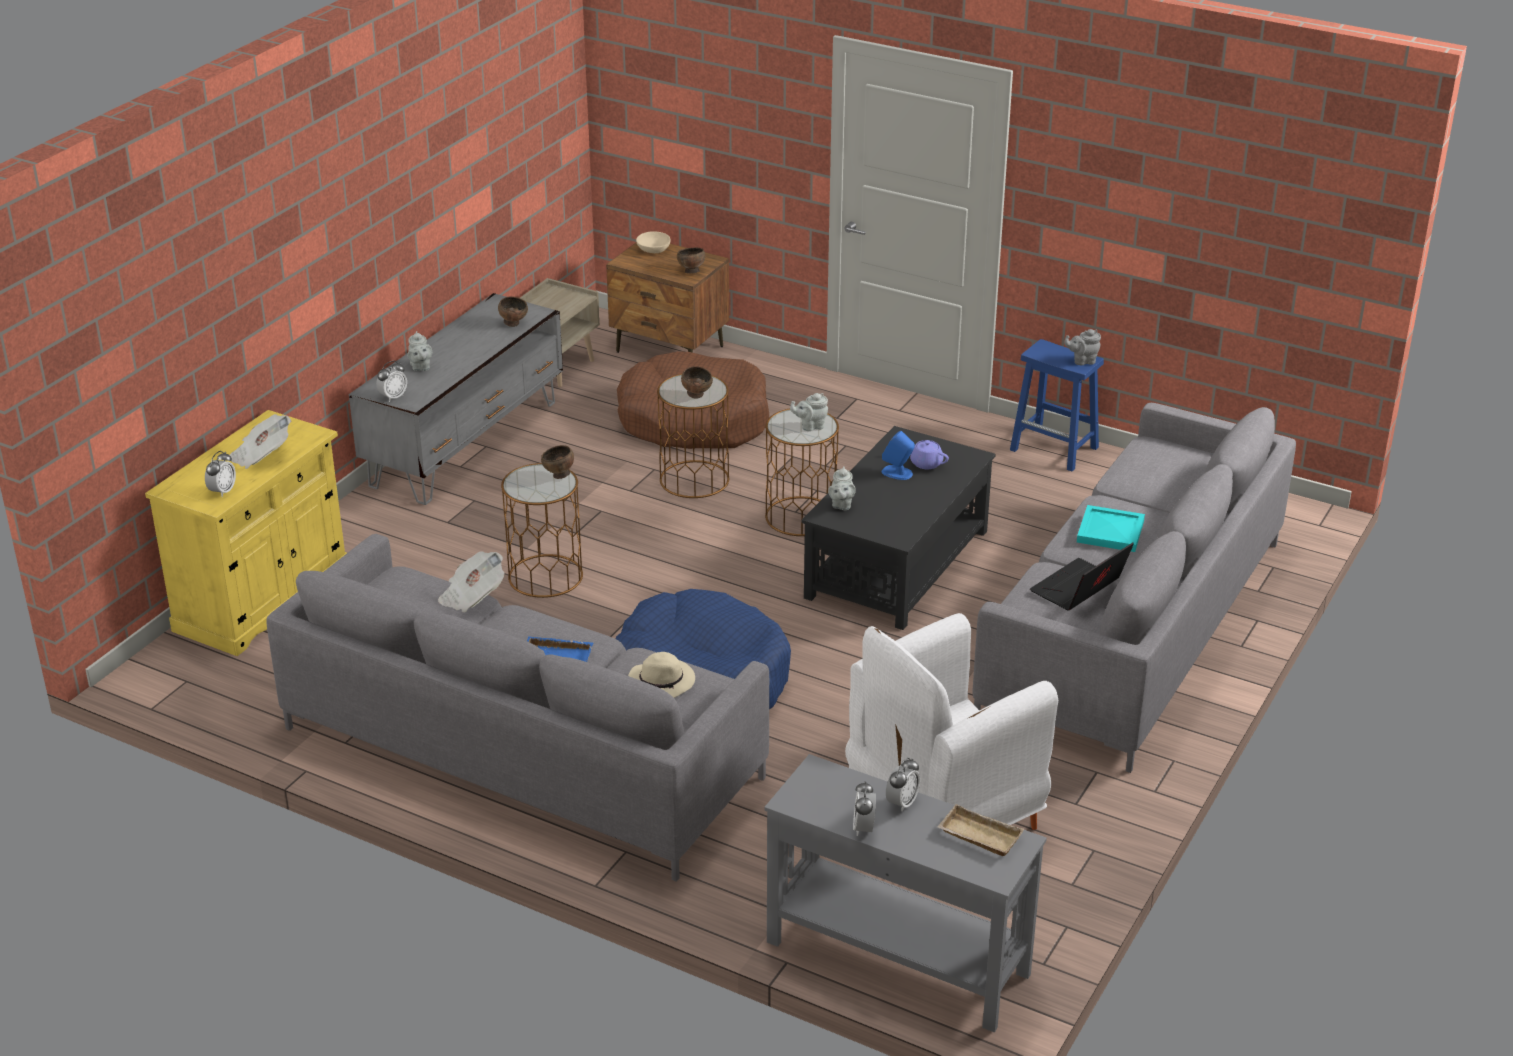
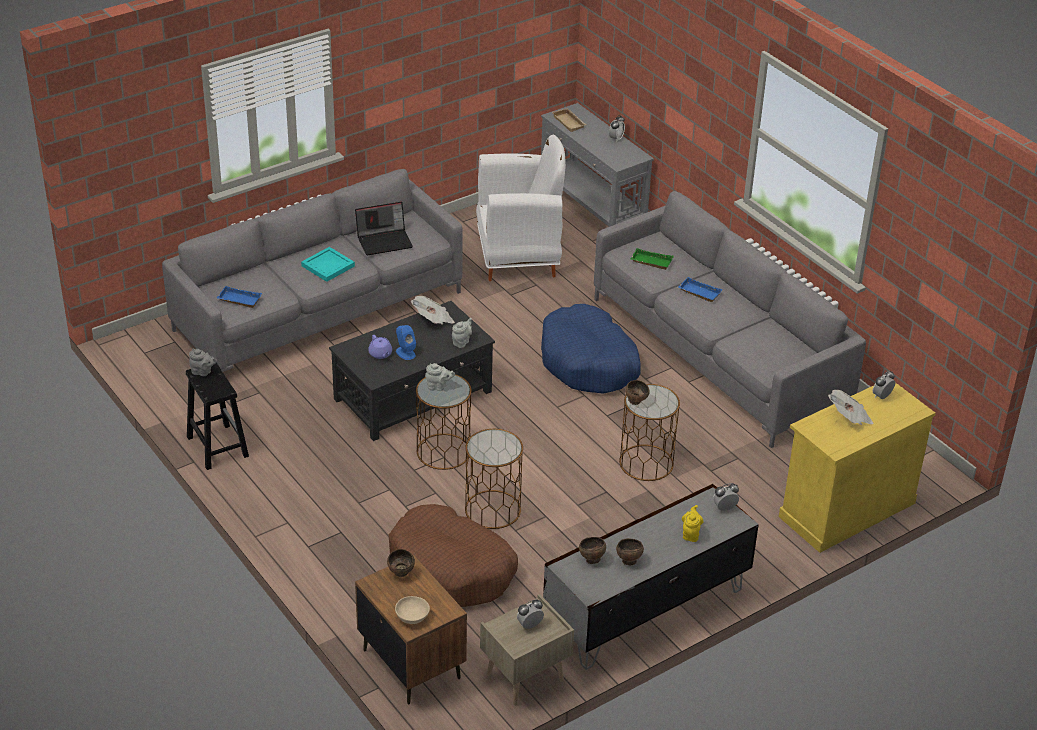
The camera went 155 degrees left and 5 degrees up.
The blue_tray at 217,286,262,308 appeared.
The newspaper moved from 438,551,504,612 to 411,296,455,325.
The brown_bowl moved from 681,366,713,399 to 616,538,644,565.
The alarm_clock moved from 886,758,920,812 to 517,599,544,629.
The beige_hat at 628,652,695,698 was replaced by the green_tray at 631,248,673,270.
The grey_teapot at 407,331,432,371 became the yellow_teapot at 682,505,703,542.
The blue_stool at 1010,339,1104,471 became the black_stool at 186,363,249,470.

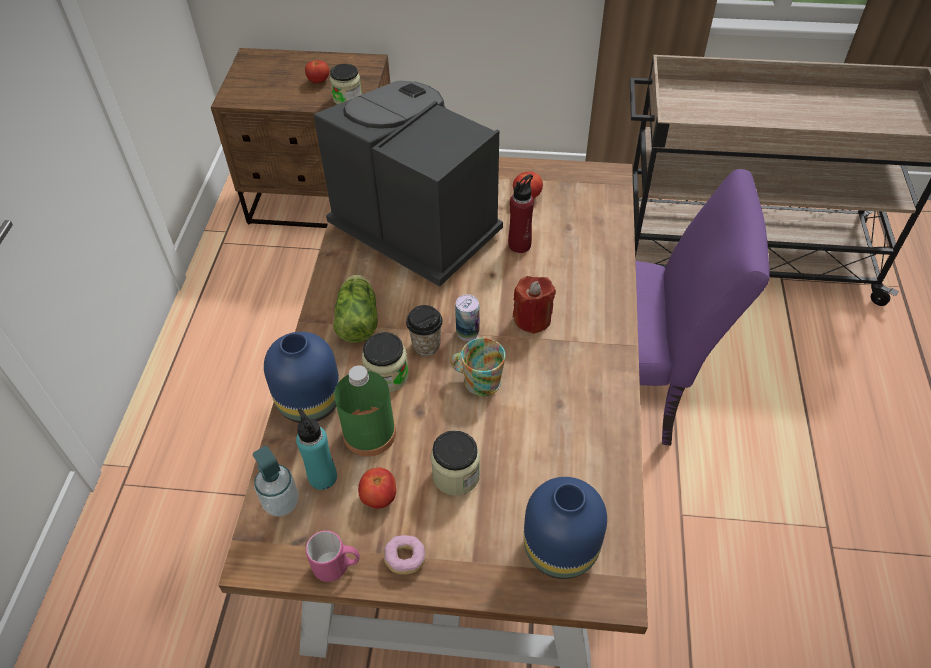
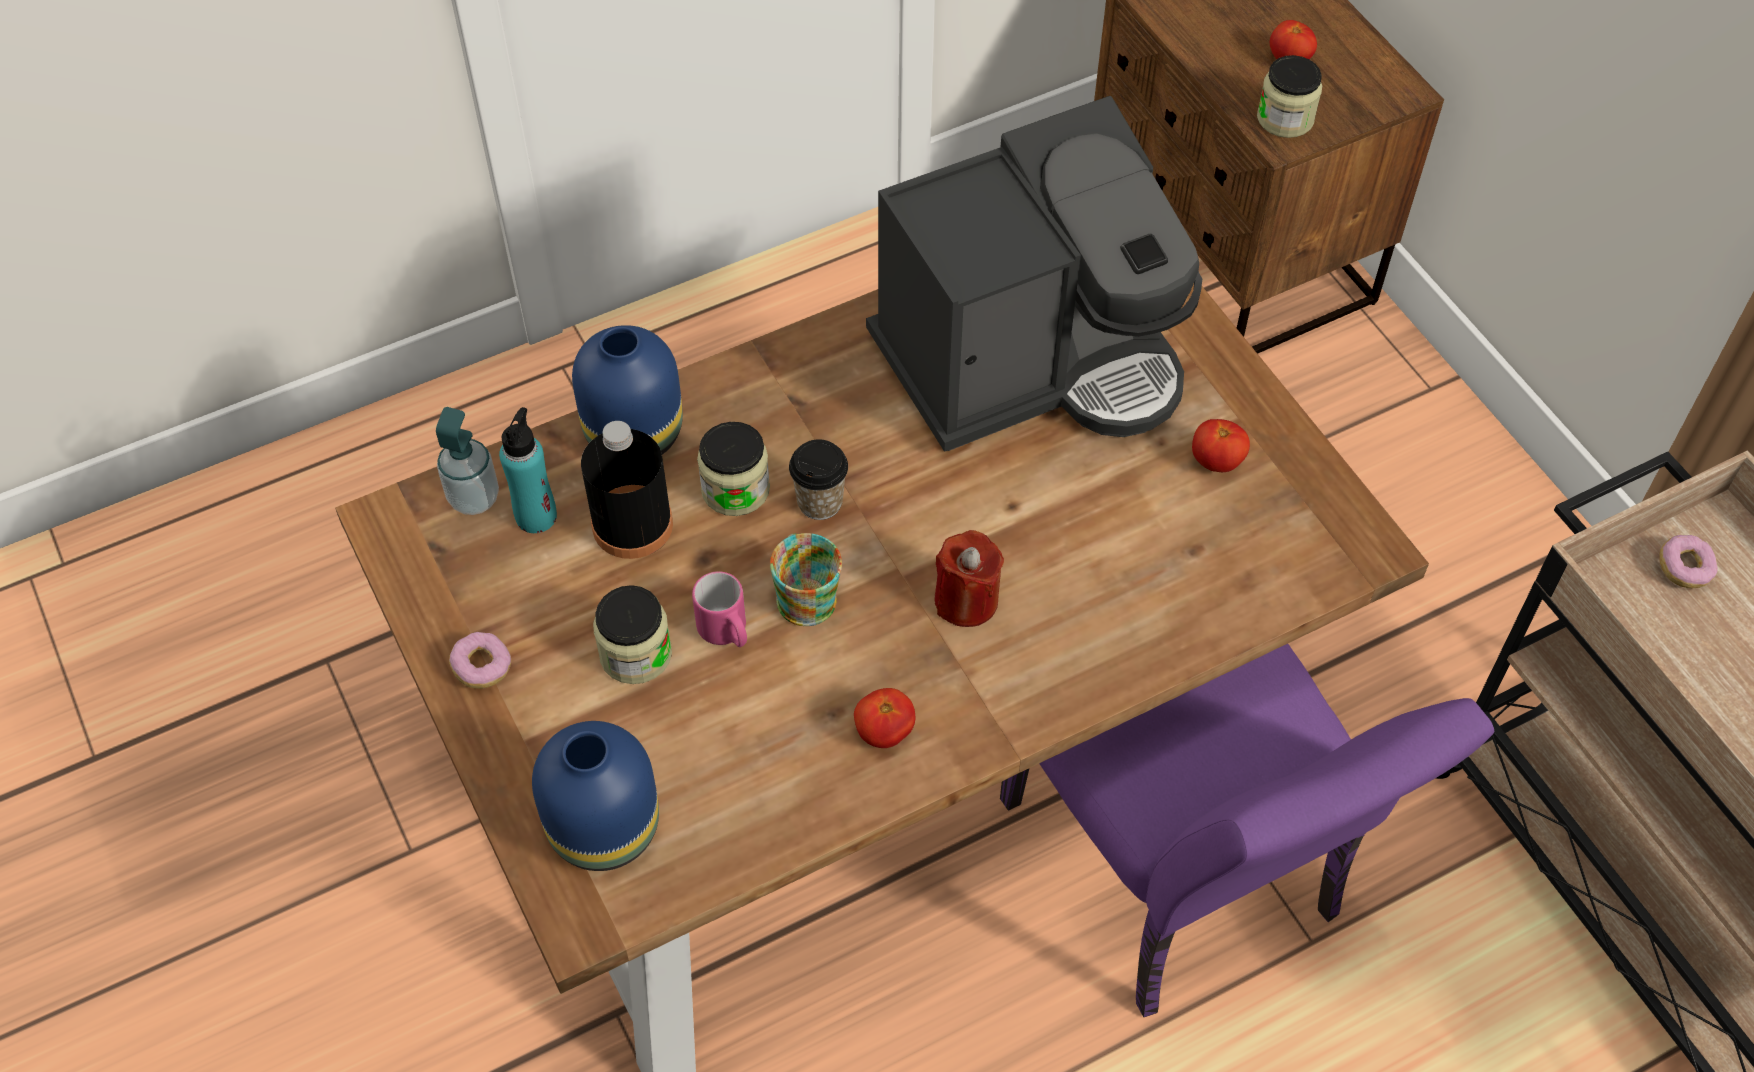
The camera went 55 degrees right and 5 degrees up.
The lettuce at 333,274,378,343 disappeared.
The can at 455,295,479,341 disappeared.
The red_bottle at 508,174,534,253 disappeared.
The donut at 1659,535,1718,588 appeared.
The pink_mug moved from 306,530,360,582 to 692,571,747,647.
The tomato moved from 358,468,396,509 to 854,688,915,748.
The green_bottle at 334,365,396,457 became the black_bottle at 581,421,673,559.
The coffee_machine at 314,81,503,287 turned 60 degrees clockwise.

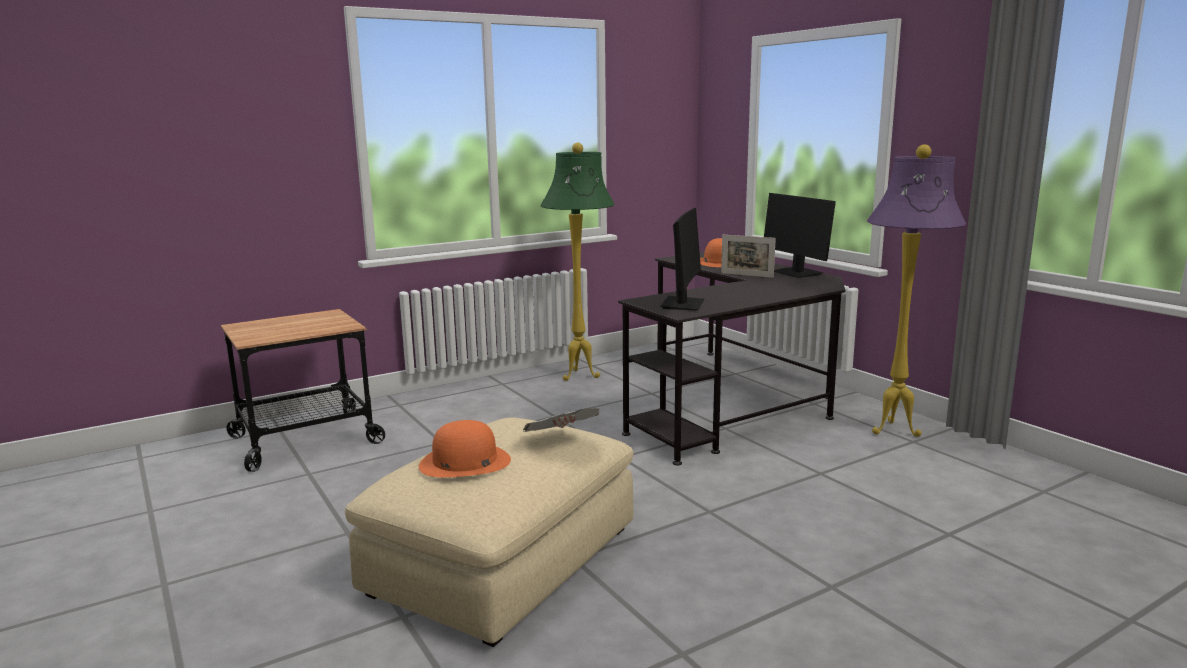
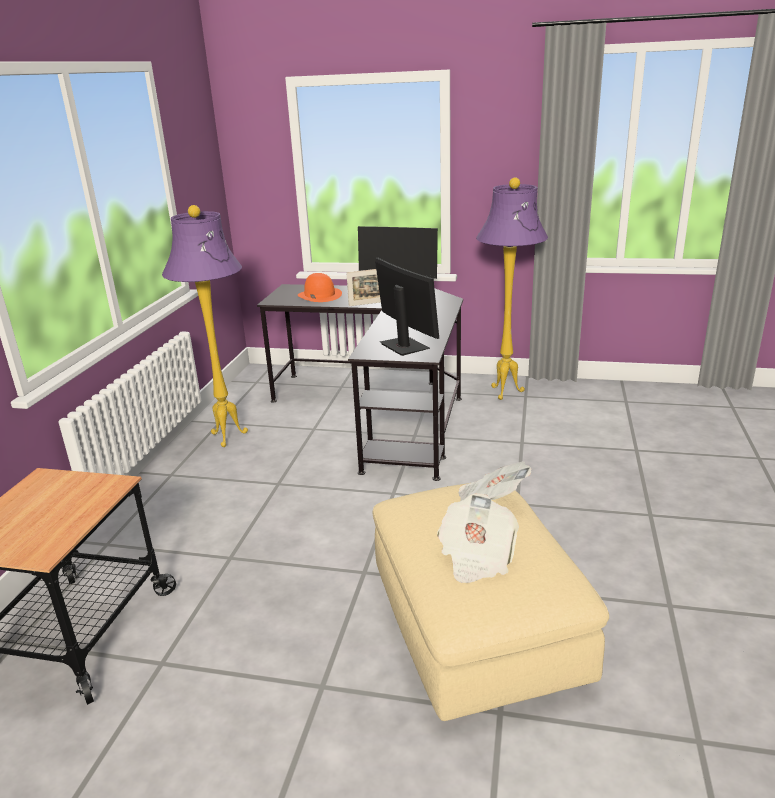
The camera went 45 degrees left and 10 degrees up.
The orange_hat at 419,420,511,478 was replaced by the newspaper at 437,493,519,583.
The green_floor_lamp at 540,142,615,381 became the purple_floor_lamp at 162,205,248,447.

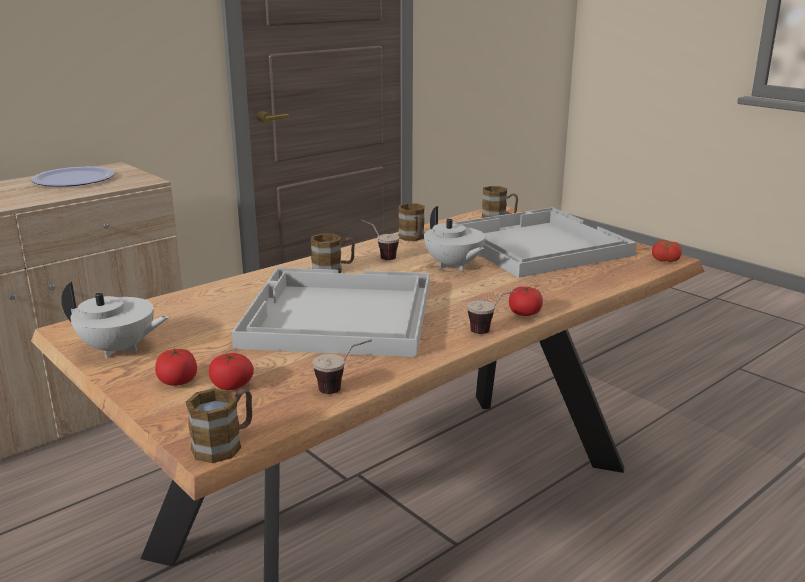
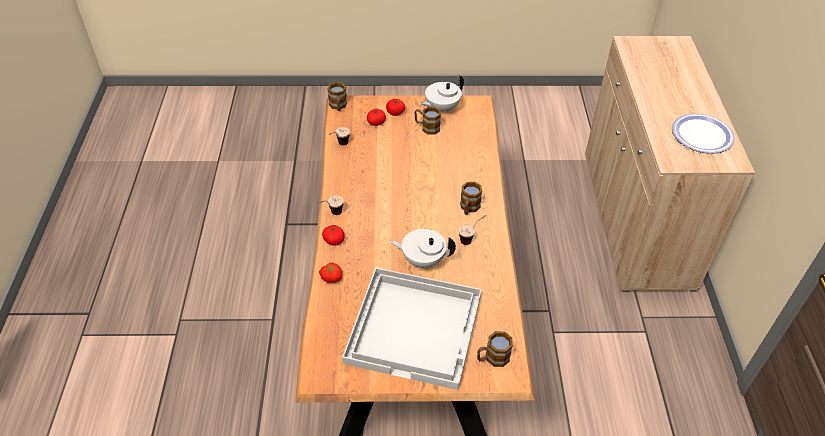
The camera went 130 degrees right and 25 degrees up.
The white_tray at 232,268,430,357 disappeared.
The mug moved from 398,203,425,241 to 415,107,441,135.
The tomato moved from 652,240,682,262 to 319,262,342,283.

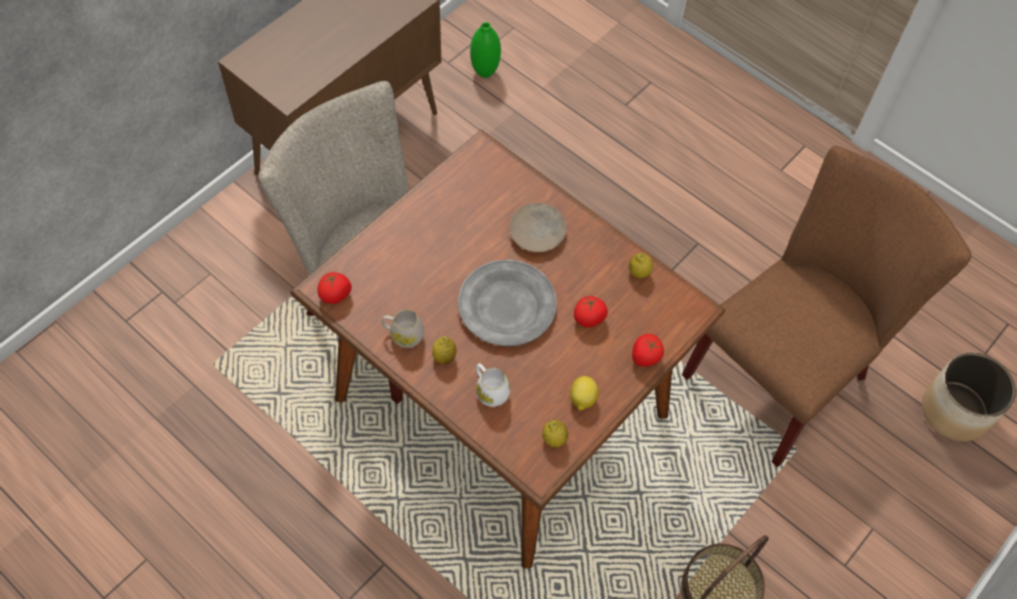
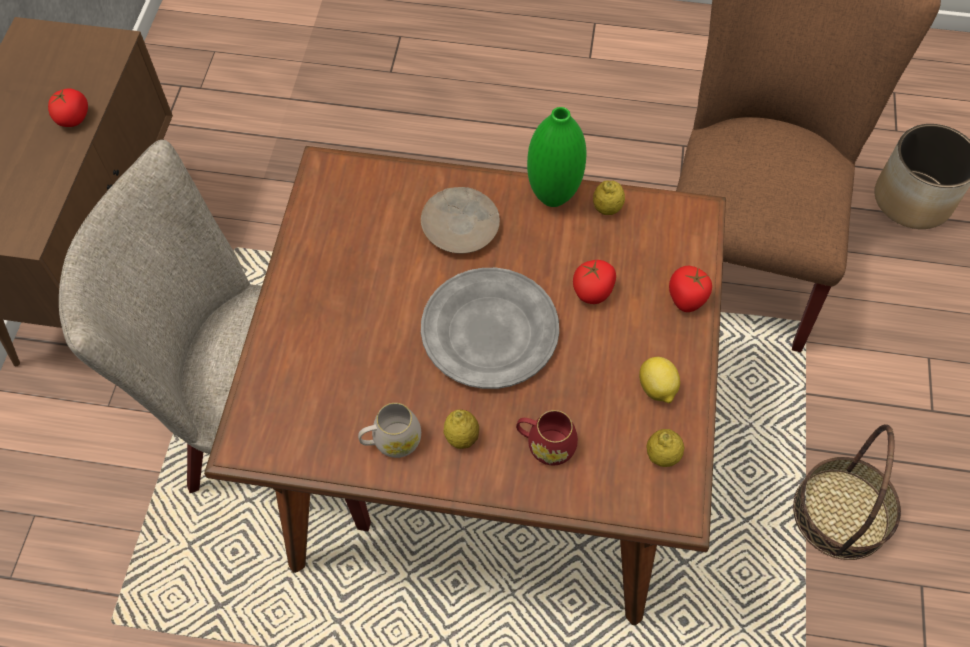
The camera went 30 degrees left and 0 degrees up.
The tomato moved from 317,272,352,304 to 48,88,88,127.
The green_vase moved from 470,22,501,78 to 527,107,587,207.
The white_mug at 476,363,510,407 became the red_mug at 516,410,578,465.

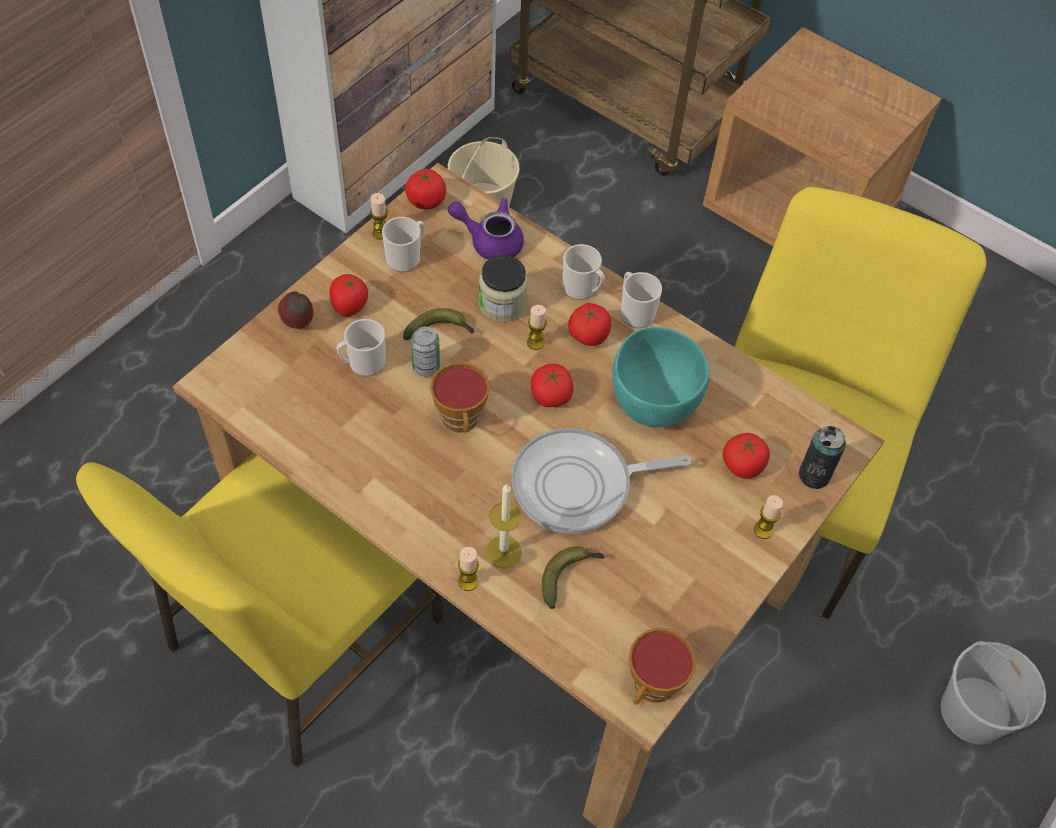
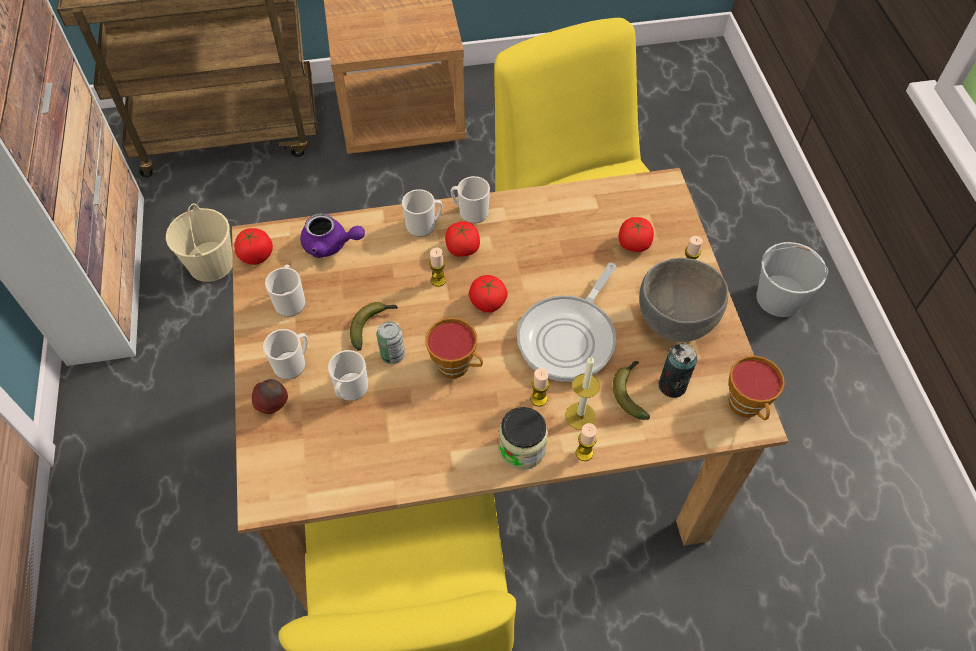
The camera went 45 degrees left and 0 degrees up.
The turquoise_bowl at 612,327,709,428 disappeared.
The grey_bowl at 639,258,728,342 appeared.
The candle moved from 370,193,388,239 to 531,368,549,407.
The jar moved from 479,255,528,322 to 499,407,548,470.
The can moved from 799,426,846,489 to 659,343,697,398.
The tomato at 329,274,368,317 was replaced by the mug at 263,329,308,379.
The purple_teapot at 448,197,524,260 turned 135 degrees counterclockwise.

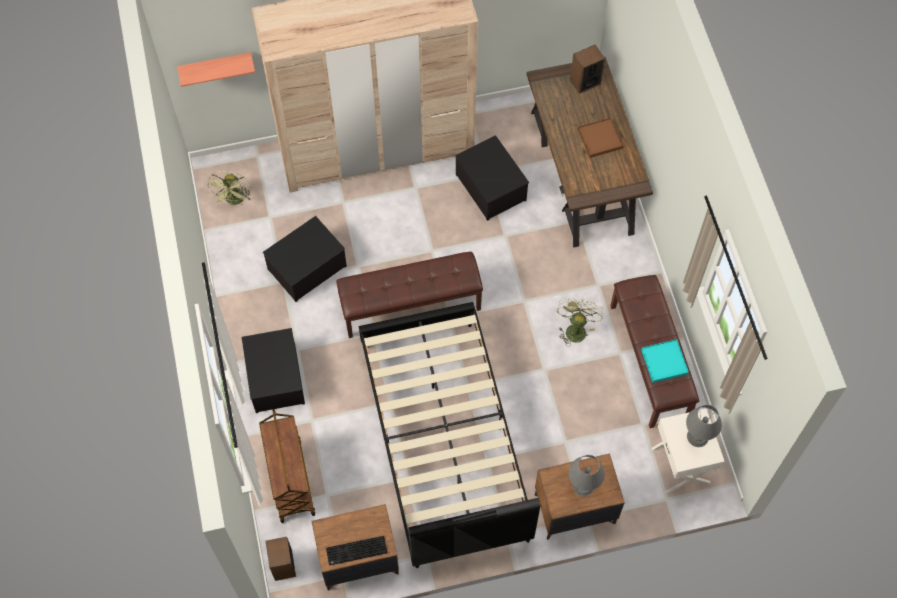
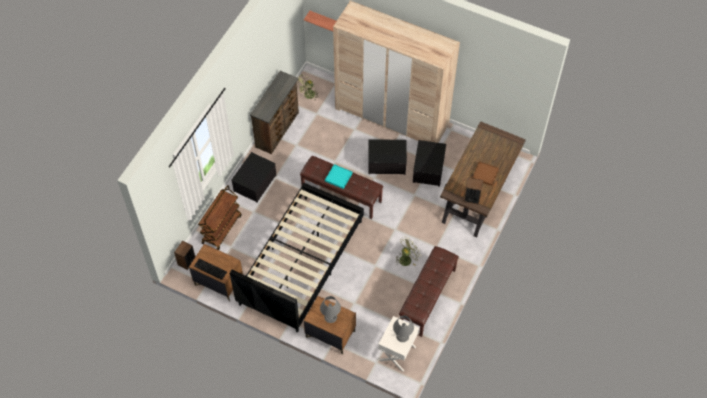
The camera went 40 degrees right and 5 degrees down.
The brown_dresser at 250,71,299,154 appeared.
The storage_box moved from 263,216,347,302 to 368,139,407,175.
The speaker moved from 570,45,605,94 to 464,178,483,205.
The turquoise_tray moved from 641,339,689,383 to 325,164,353,189.

